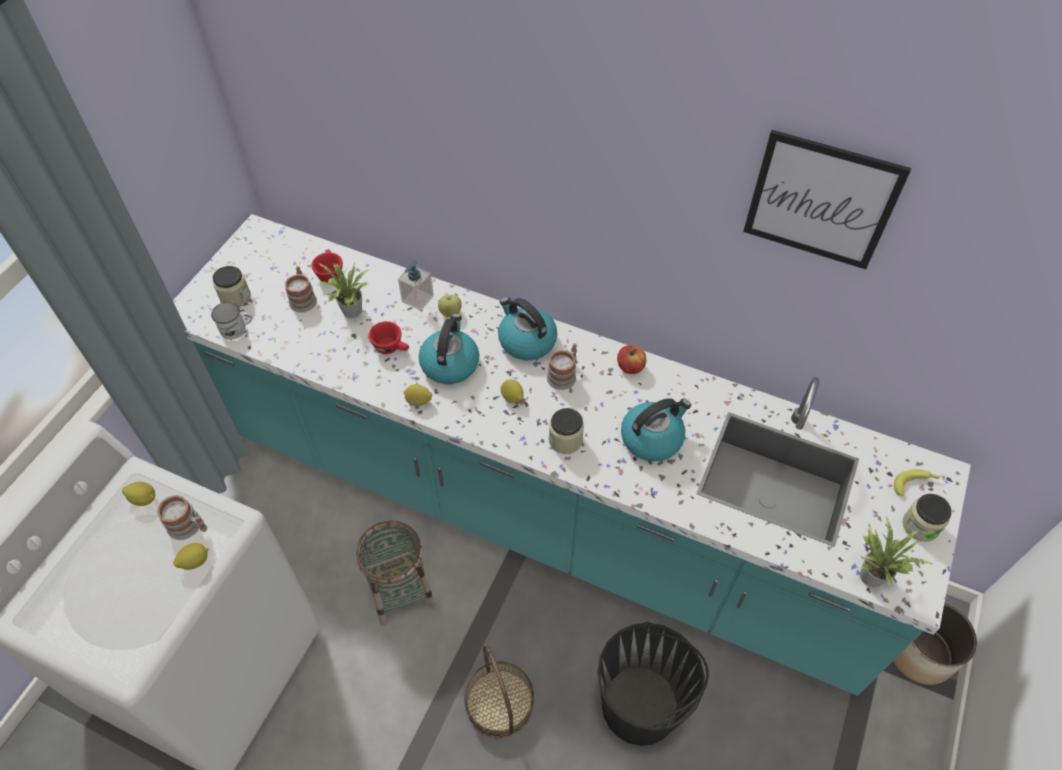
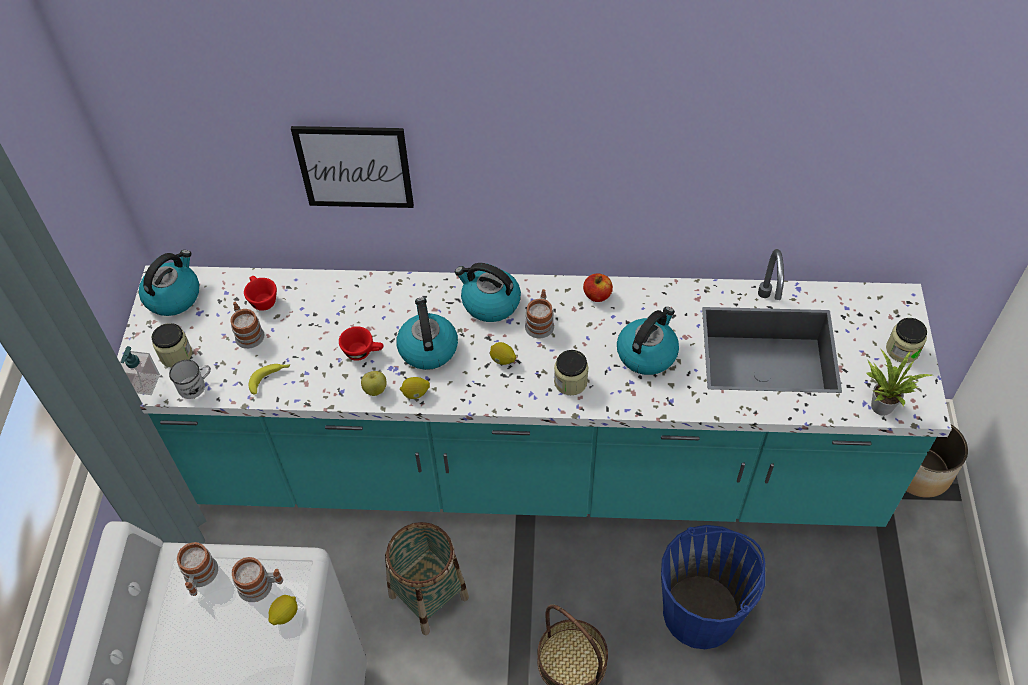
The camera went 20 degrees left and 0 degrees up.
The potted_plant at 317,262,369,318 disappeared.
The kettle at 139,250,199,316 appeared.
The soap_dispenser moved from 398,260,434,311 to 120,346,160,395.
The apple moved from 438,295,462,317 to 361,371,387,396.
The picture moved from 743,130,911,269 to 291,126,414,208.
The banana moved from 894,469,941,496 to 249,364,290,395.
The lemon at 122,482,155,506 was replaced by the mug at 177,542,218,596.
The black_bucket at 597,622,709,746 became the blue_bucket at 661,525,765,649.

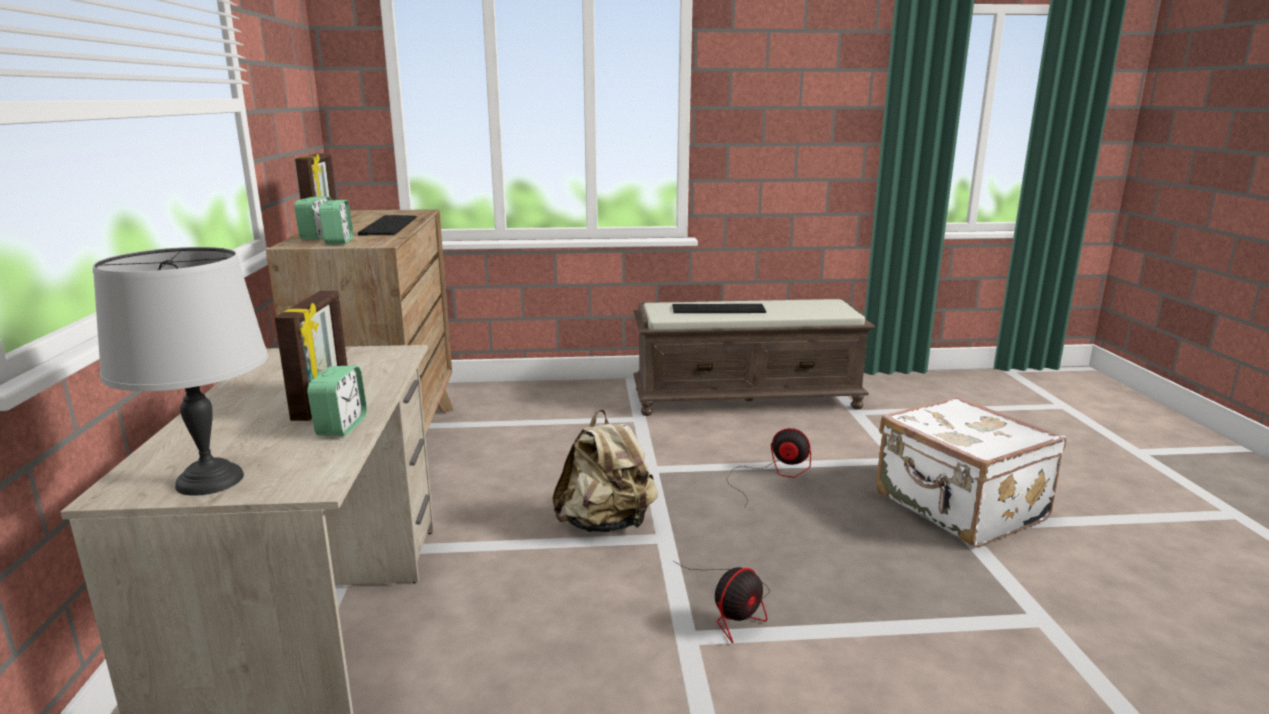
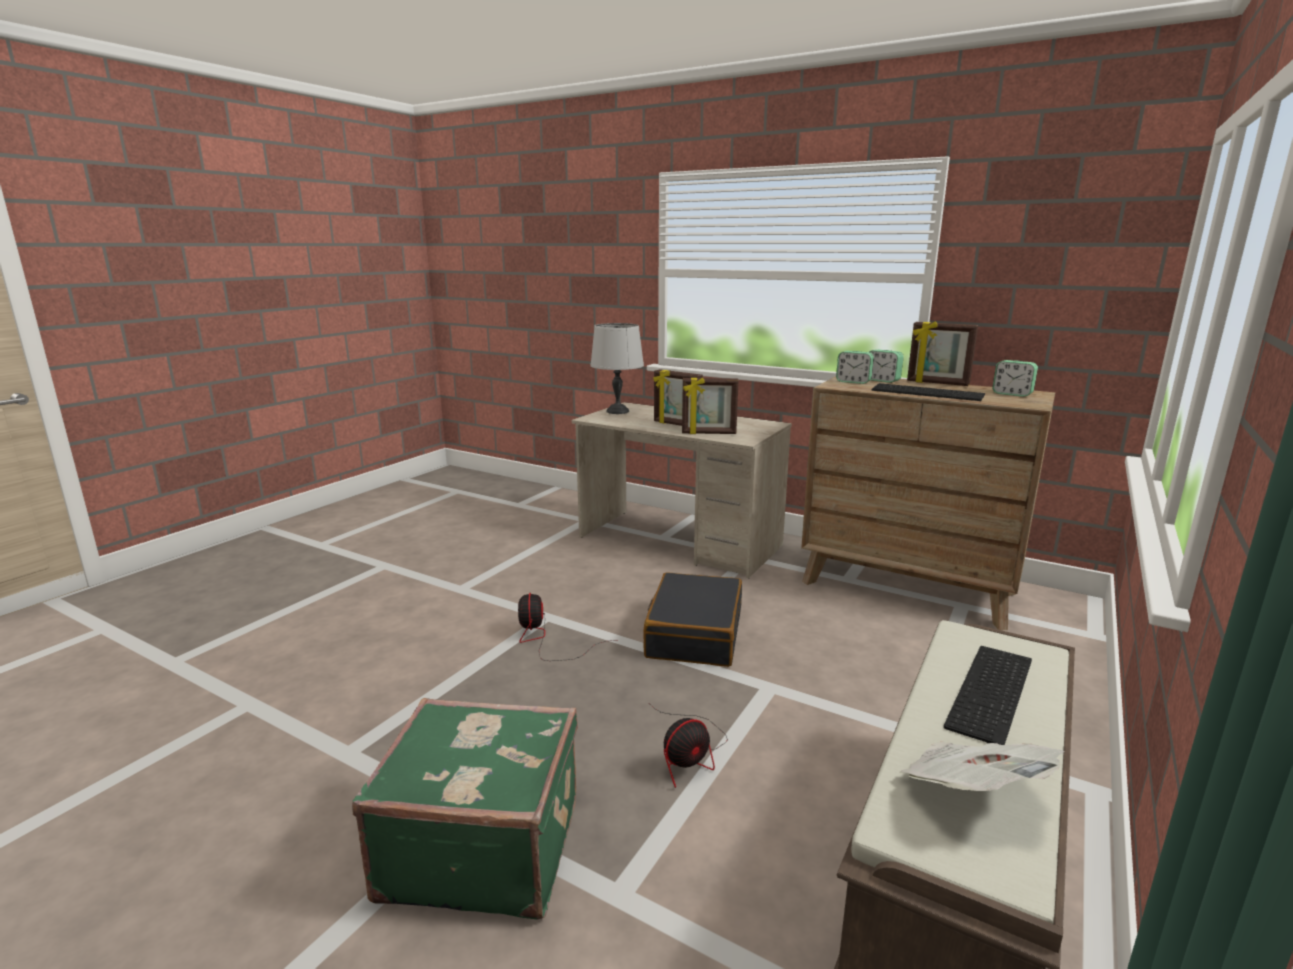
The camera went 125 degrees right and 0 degrees up.
The picture_frame at 682,377,738,434 appeared.
The newspaper at 900,742,1064,791 appeared.
The alarm_clock moved from 307,366,367,436 to 992,360,1038,397.
The beige_backpack at 552,409,658,532 was replaced by the black_suitcase at 643,572,742,667.
The white_suitcase at 876,396,1066,547 became the green_suitcase at 352,698,578,920.

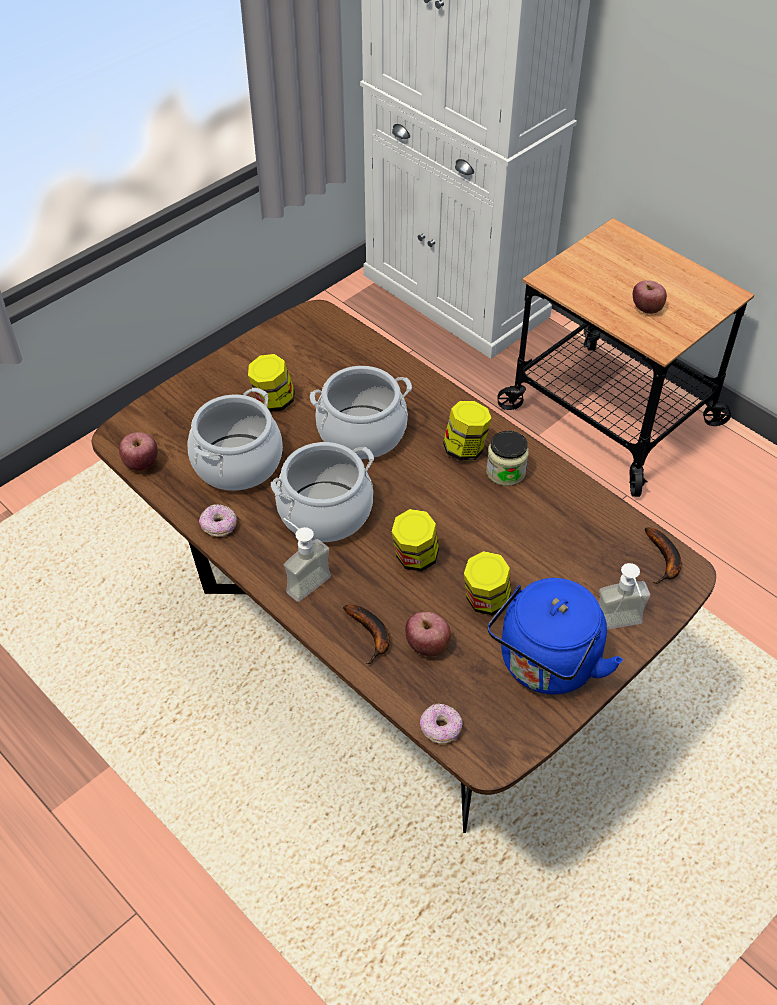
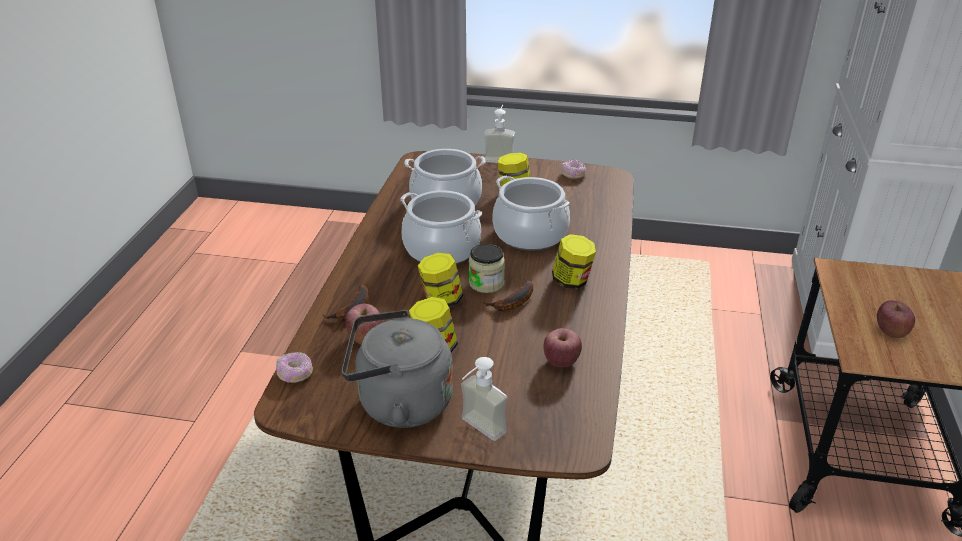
The camera went 55 degrees right and 15 degrees down.
The apple moved from 119,432,158,471 to 544,328,582,367.
The donut moved from 199,504,237,537 to 561,160,586,179.
The soap_dispenser moved from 284,518,331,602 to 484,105,515,163.
The jar moved from 486,431,529,486 to 469,244,505,293.
The banana moved from 645,527,681,584 to 482,280,533,311.
The blue_kettle at 487,578,623,695 became the grey_kettle at 342,310,453,428.

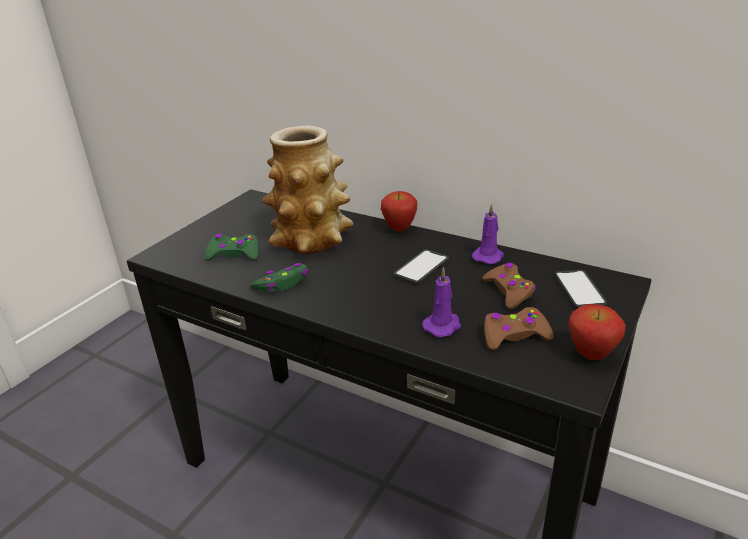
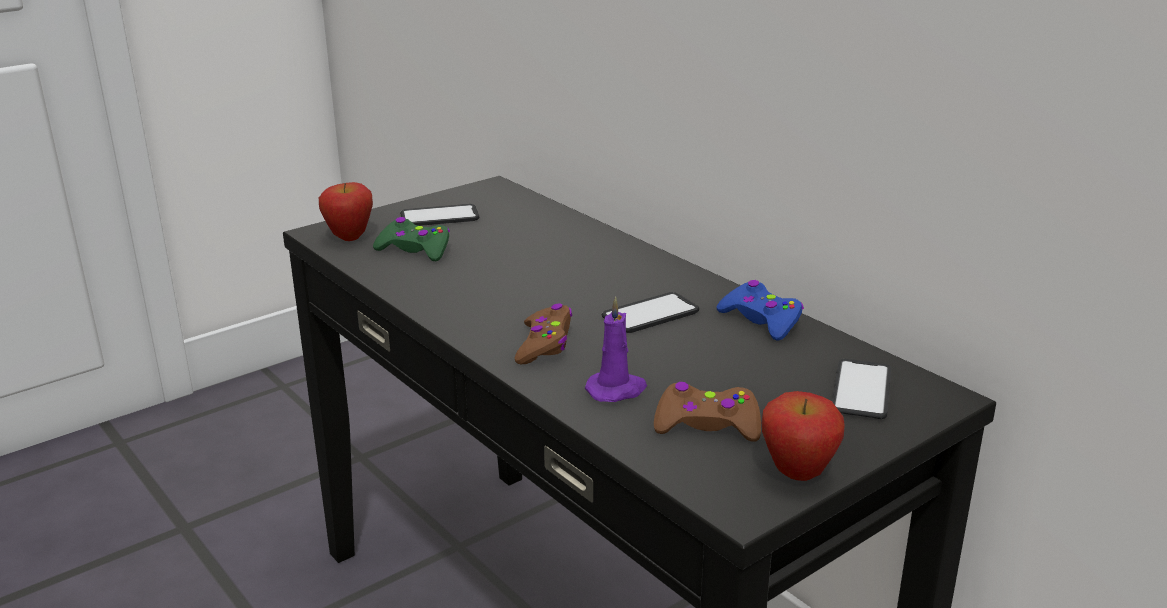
The camera went 20 degrees right and 5 degrees down.
The green_game_controller at 250,263,308,292 disappeared.
The vase at 263,125,353,254 disappeared.
The phone at 400,204,479,226 appeared.
The apple moved from 381,191,417,232 to 319,182,373,241.
The brown_game_controller moved from 482,263,536,309 to 515,303,572,364.
The purple_candle at 472,204,504,264 was replaced by the blue_game_controller at 716,280,804,341.

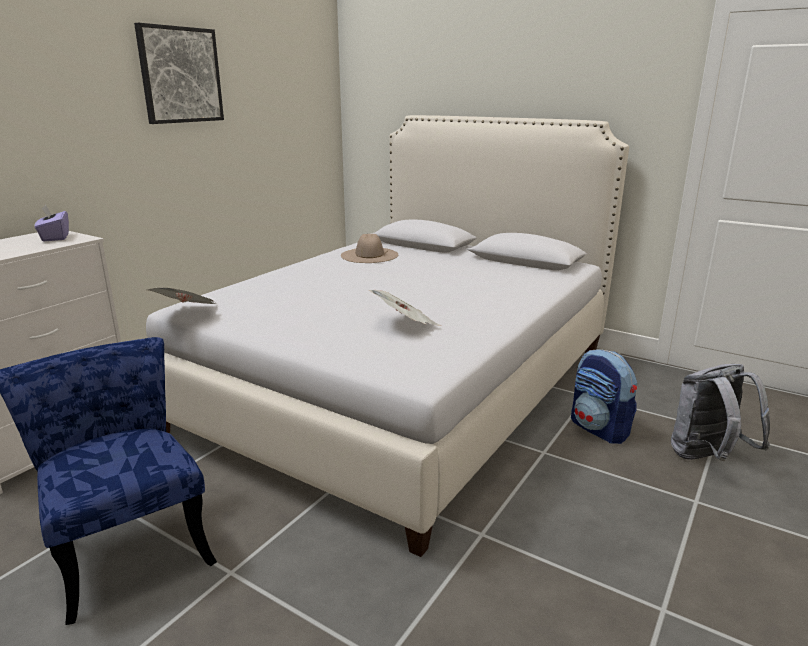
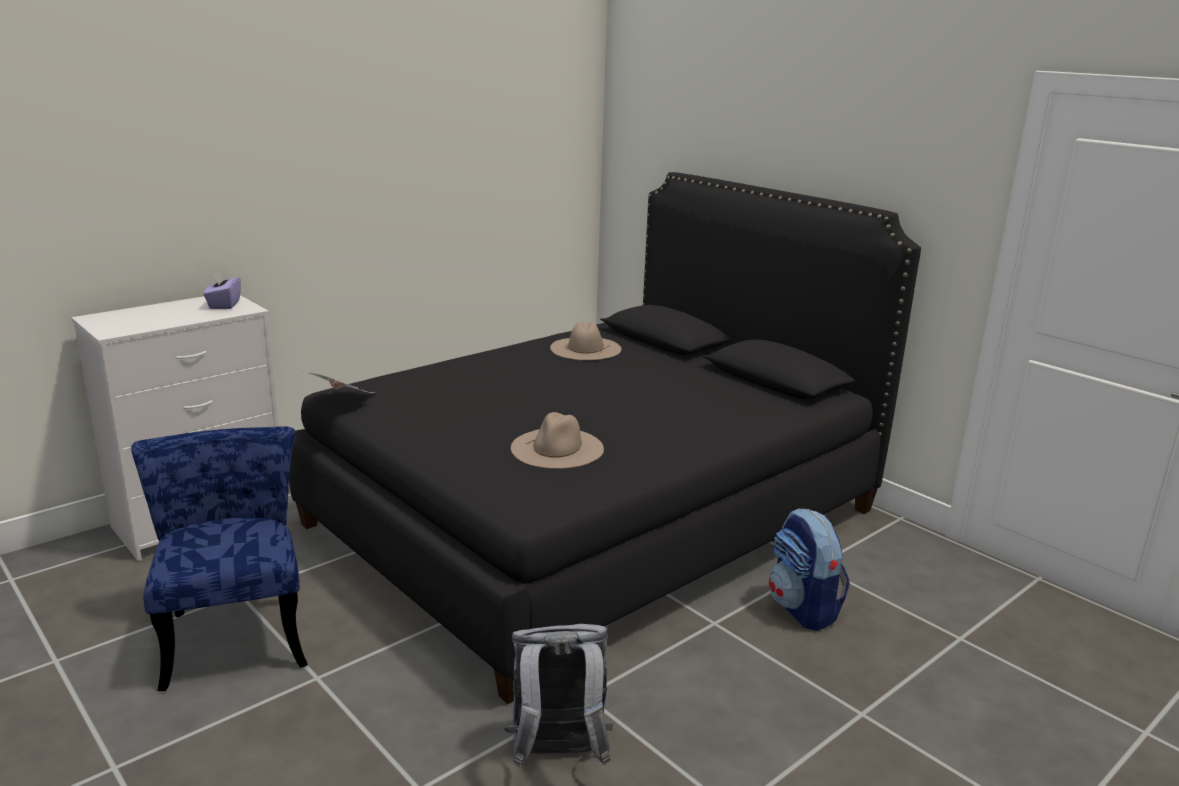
The camera went 15 degrees right and 0 degrees up.
The picture at 134,23,224,124 disappeared.
The grey_backpack moved from 671,364,770,461 to 504,624,612,767.
The newspaper at 369,290,442,326 was replaced by the beige_hat at 511,412,604,469.
The white_bed at 146,115,629,557 became the black_bed at 289,172,921,704.

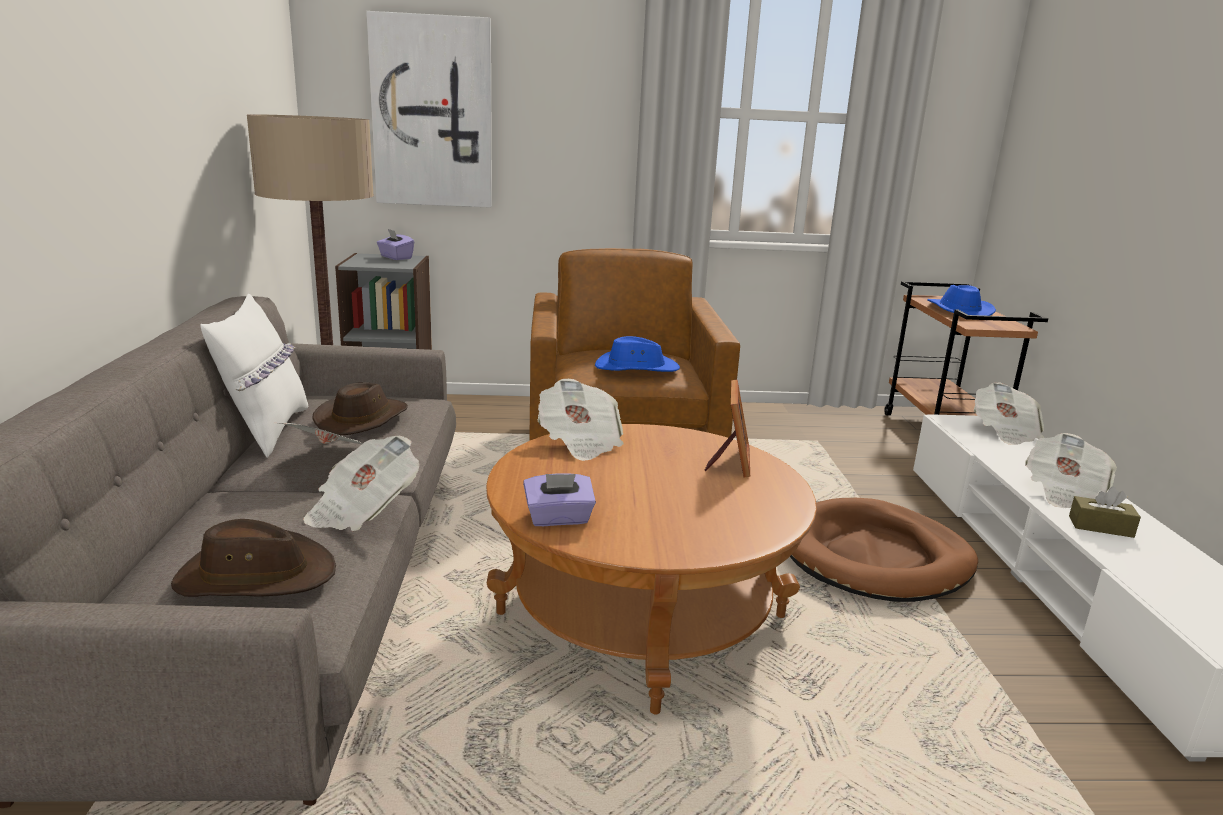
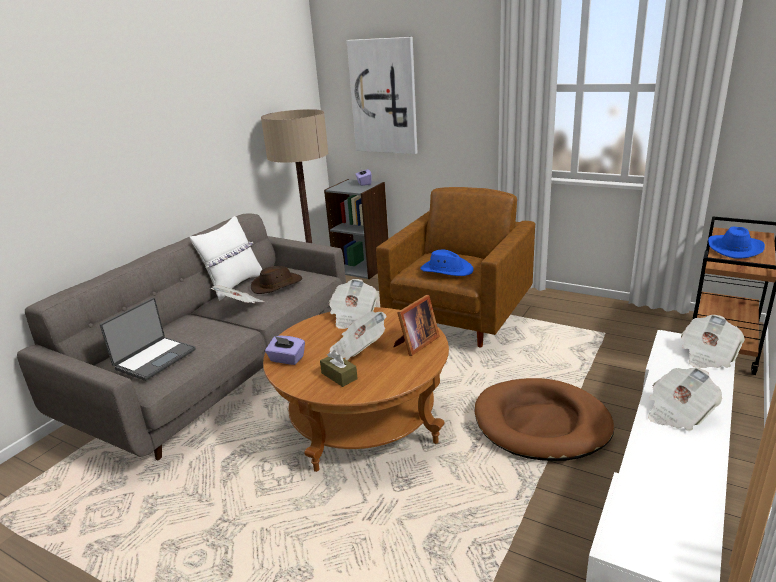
The camera went 35 degrees right and 5 degrees up.
The newspaper moved from 303,436,419,531 to 330,311,387,360.
The brown_tissue_box moved from 1069,486,1141,538 to 320,350,358,387.
The brown_hat at 171,519,336,597 was replaced by the laptop at 100,298,196,381.

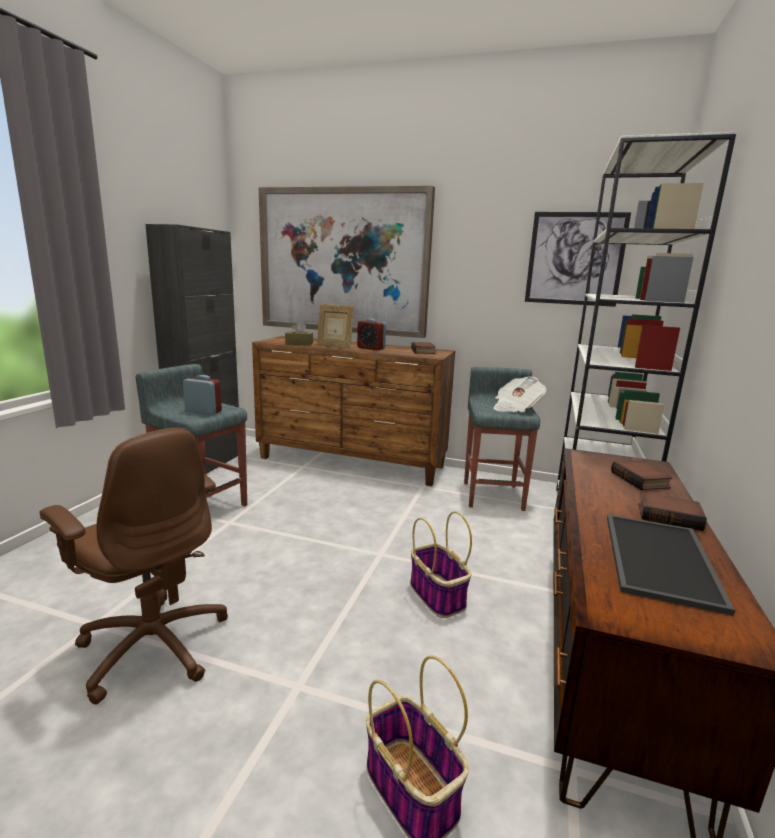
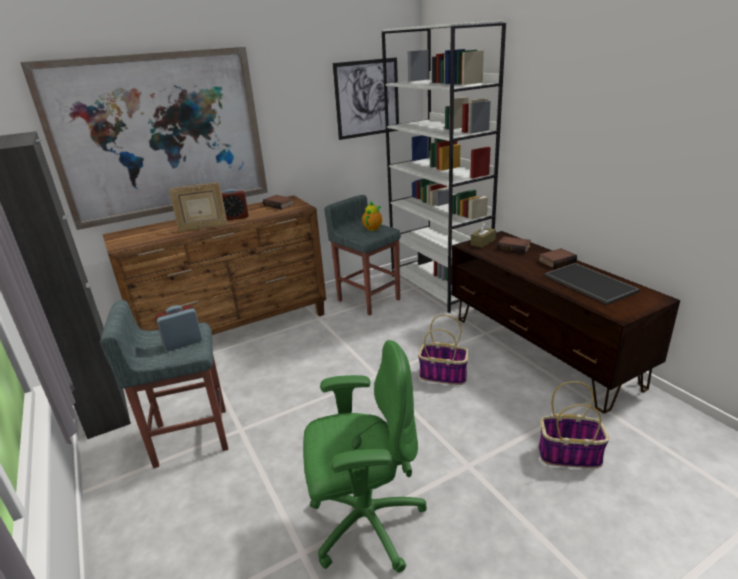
The camera went 45 degrees left and 10 degrees up.
The brown_tissue_box moved from 285,322,313,345 to 471,222,496,248.
The newspaper at 493,377,546,412 was replaced by the teapot at 362,200,382,231.
The brown_office_chair at 40,428,228,705 became the green_office_chair at 303,340,427,573.

